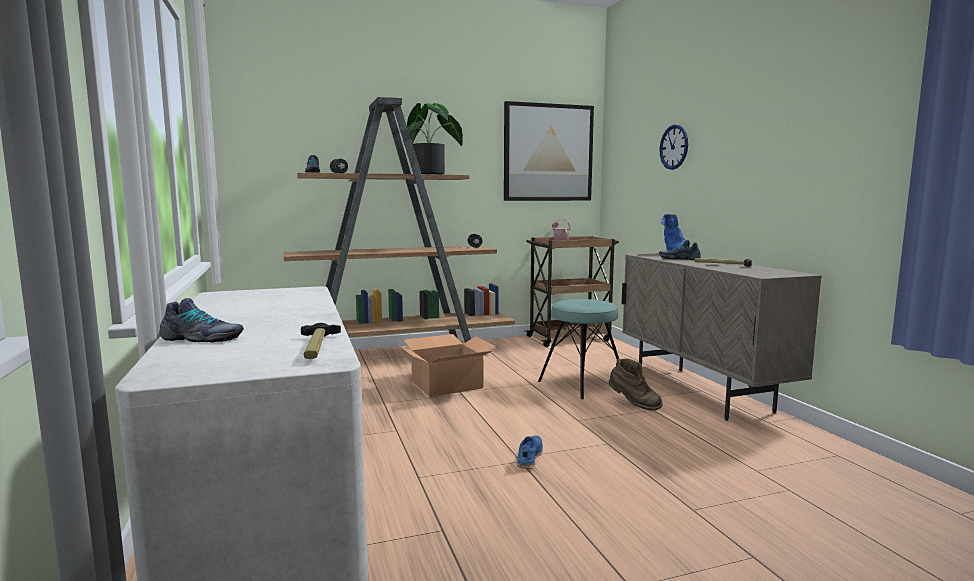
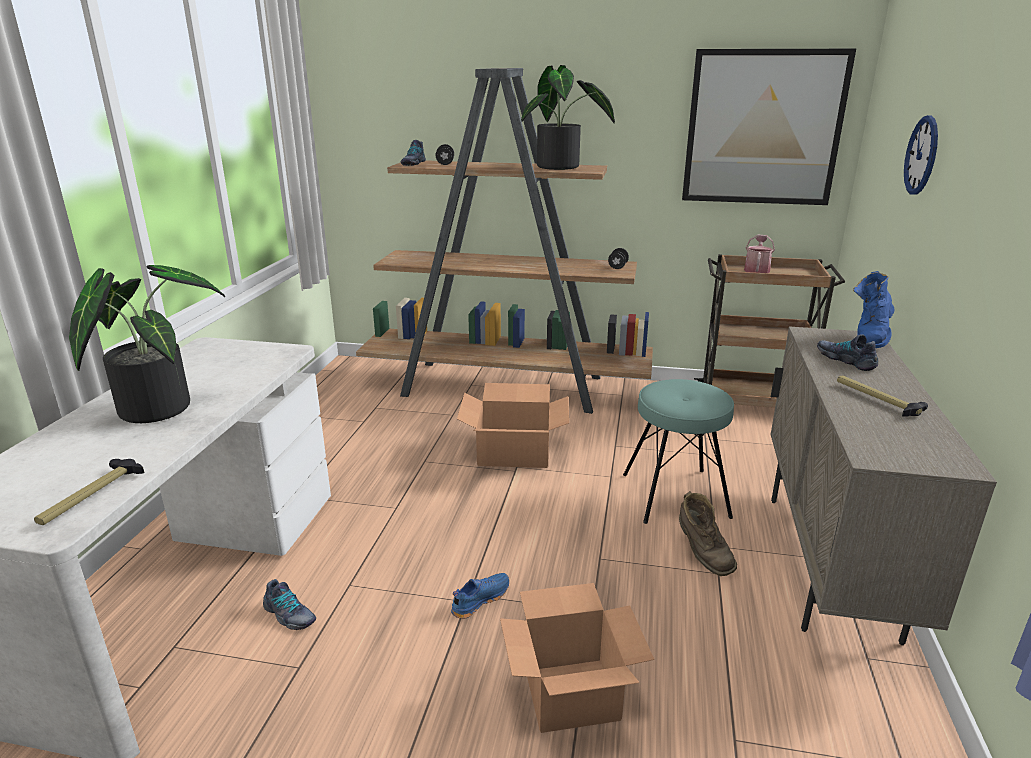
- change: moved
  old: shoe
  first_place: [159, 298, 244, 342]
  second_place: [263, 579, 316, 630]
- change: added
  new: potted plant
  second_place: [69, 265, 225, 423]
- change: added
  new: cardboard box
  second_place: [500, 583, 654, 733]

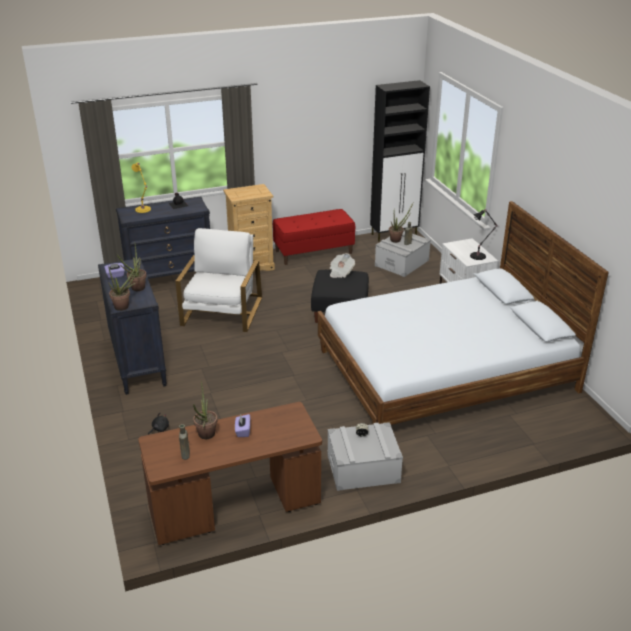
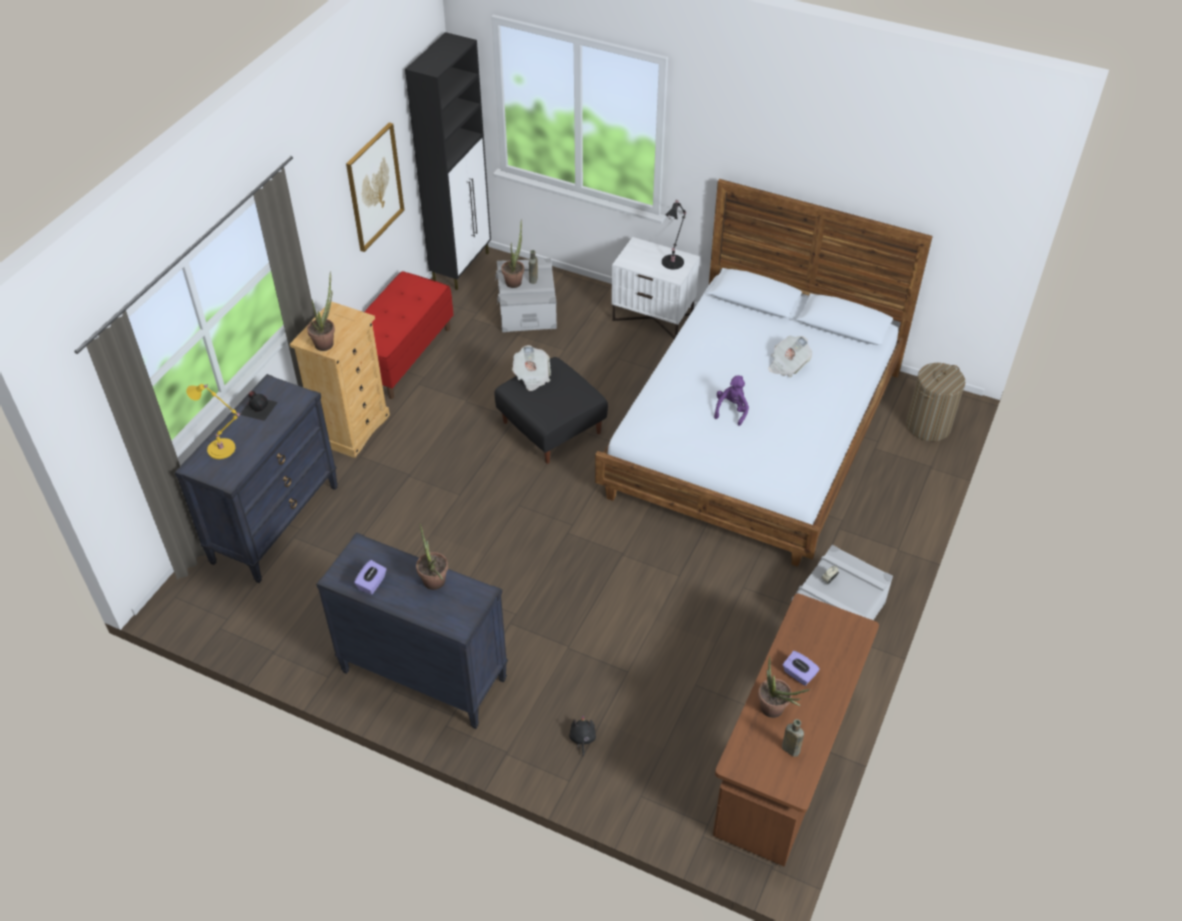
- change: removed
  old: white armchair
  first_place: [175, 228, 262, 332]
- change: moved
  old: potted plant
  first_place: [108, 257, 140, 311]
  second_place: [307, 271, 335, 351]
- change: added
  new: picture
  second_place: [346, 123, 404, 252]
- change: added
  new: newspaper
  second_place: [768, 336, 812, 377]
- change: added
  new: laundry basket
  second_place: [906, 363, 966, 441]
- change: added
  new: purple plush toy
  second_place: [714, 375, 749, 426]

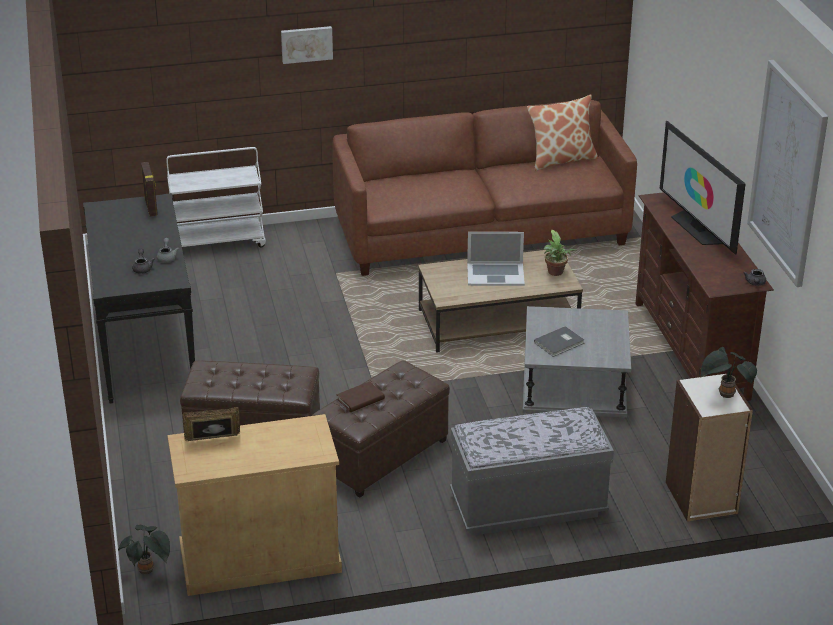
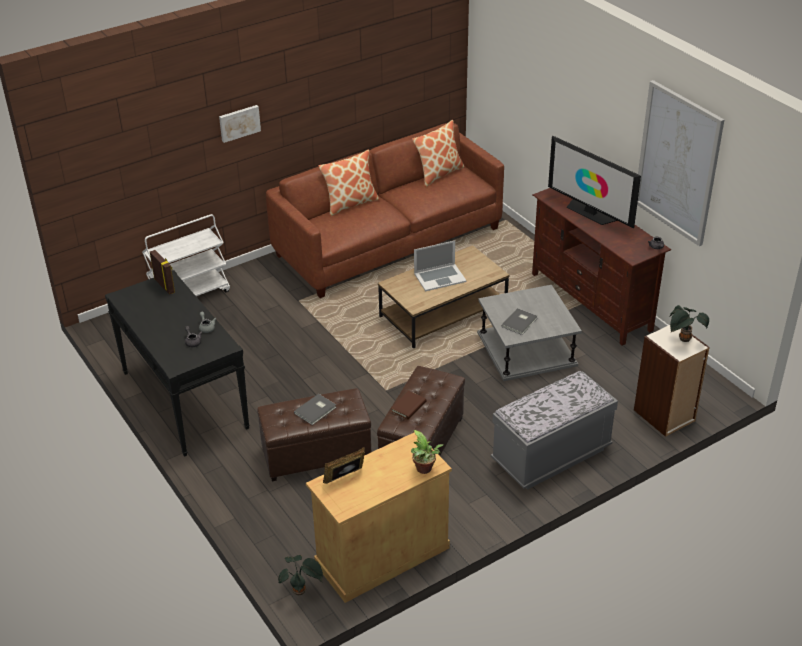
- change: moved
  old: potted plant
  first_place: [544, 230, 577, 276]
  second_place: [411, 430, 443, 474]
- change: added
  new: pillow
  second_place: [318, 149, 380, 216]
- change: added
  new: grey book
  second_place: [294, 394, 337, 425]

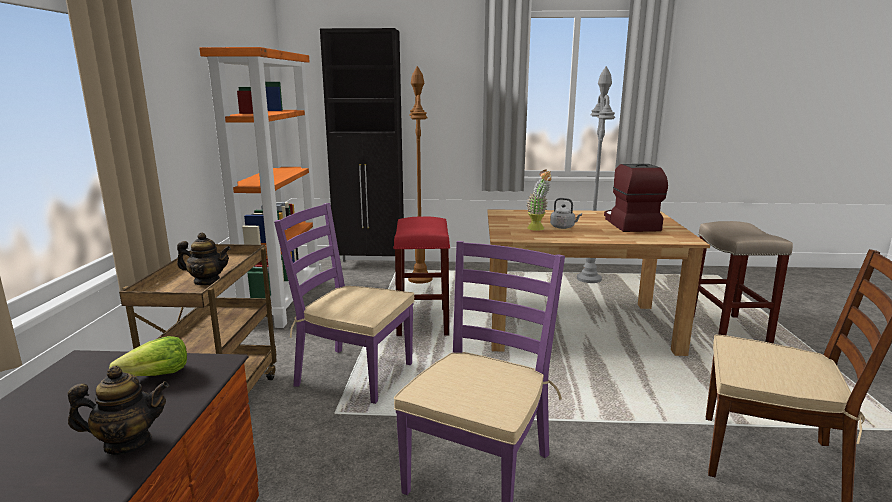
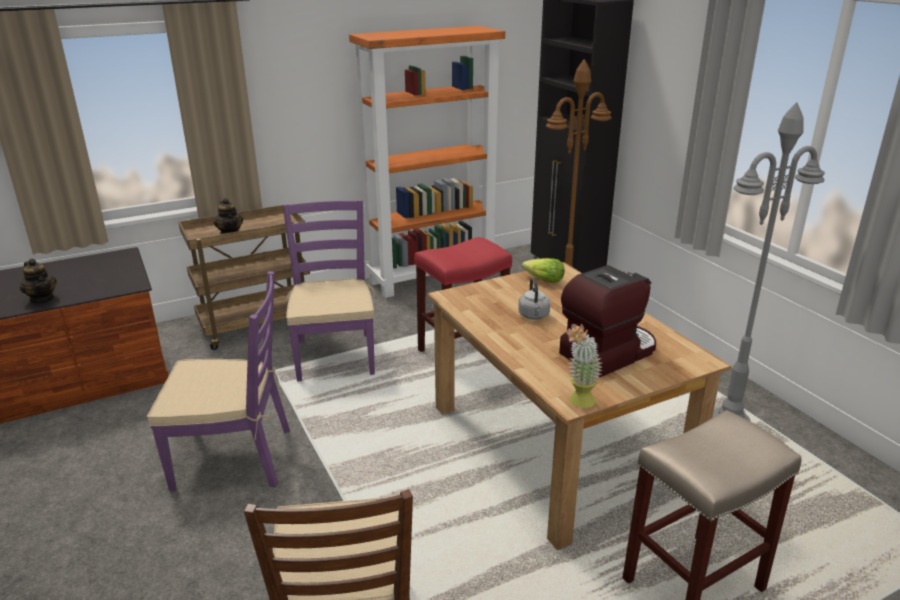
- change: moved
  old: potted plant
  first_place: [526, 170, 552, 231]
  second_place: [566, 324, 602, 408]
- change: moved
  old: lettuce
  first_place: [109, 336, 187, 376]
  second_place: [522, 258, 565, 283]

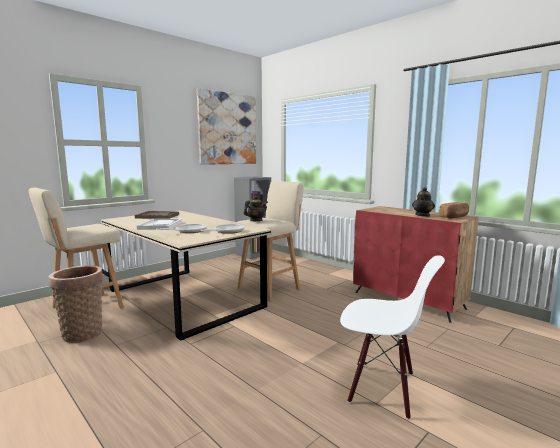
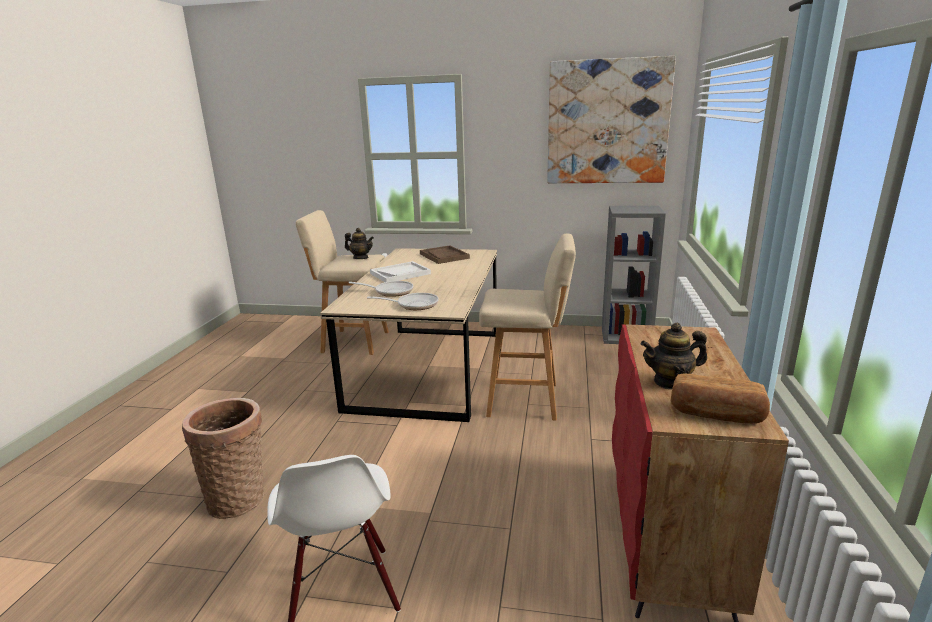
- change: moved
  old: teapot
  first_place: [244, 195, 268, 221]
  second_place: [345, 228, 374, 259]
- change: moved
  old: basket
  first_place: [49, 265, 103, 343]
  second_place: [182, 398, 264, 519]

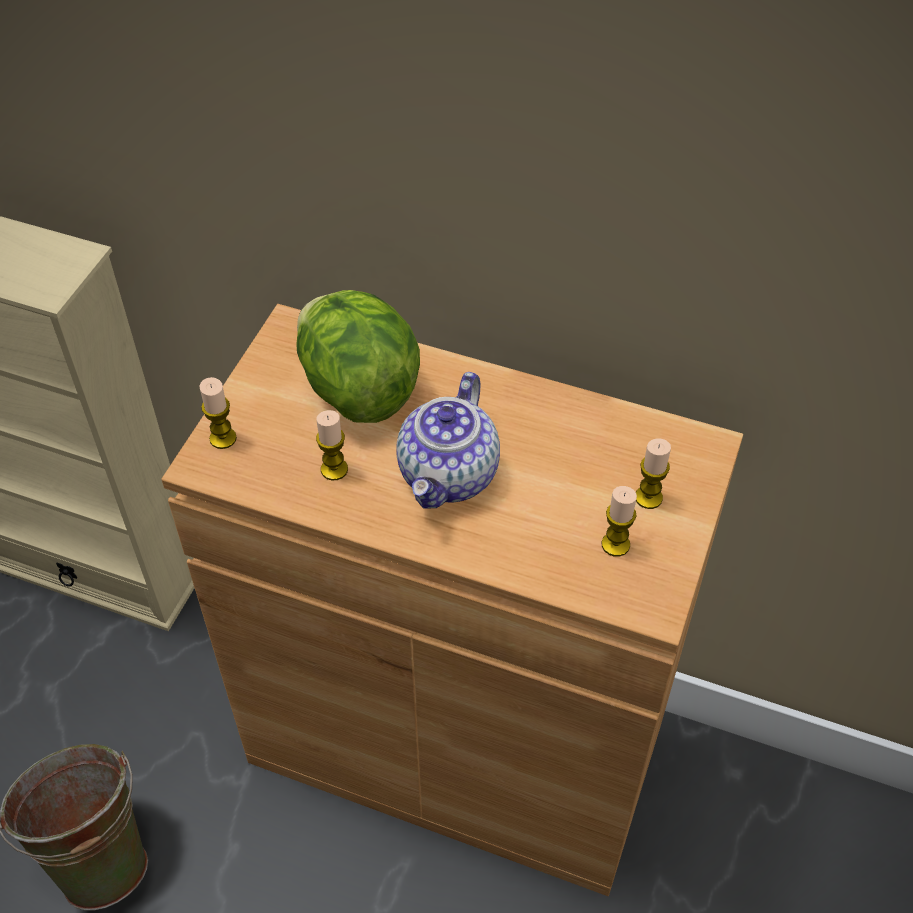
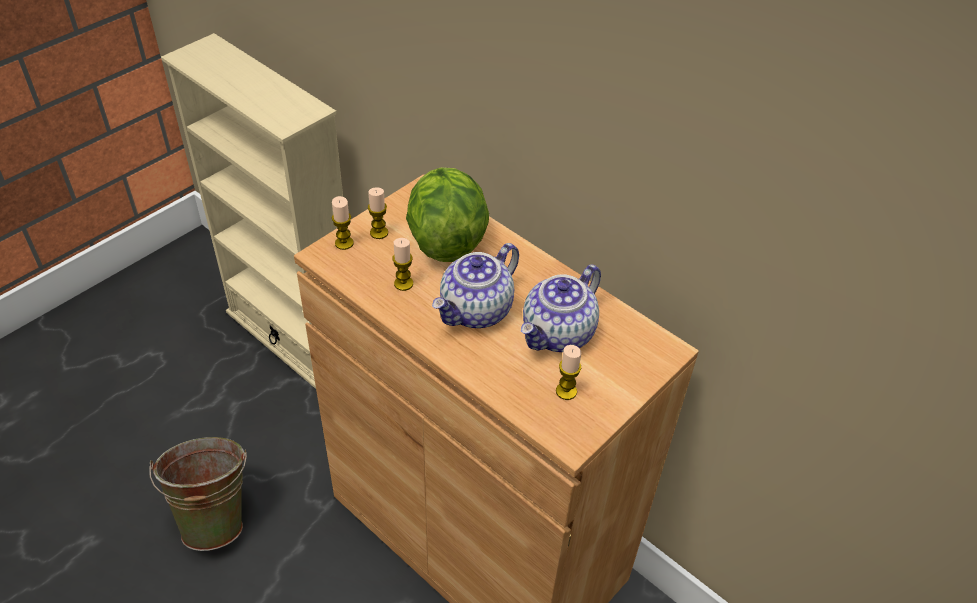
- change: moved
  old: candle
  first_place: [636, 438, 671, 509]
  second_place: [368, 187, 388, 239]
- change: added
  new: teapot
  second_place: [521, 264, 601, 352]

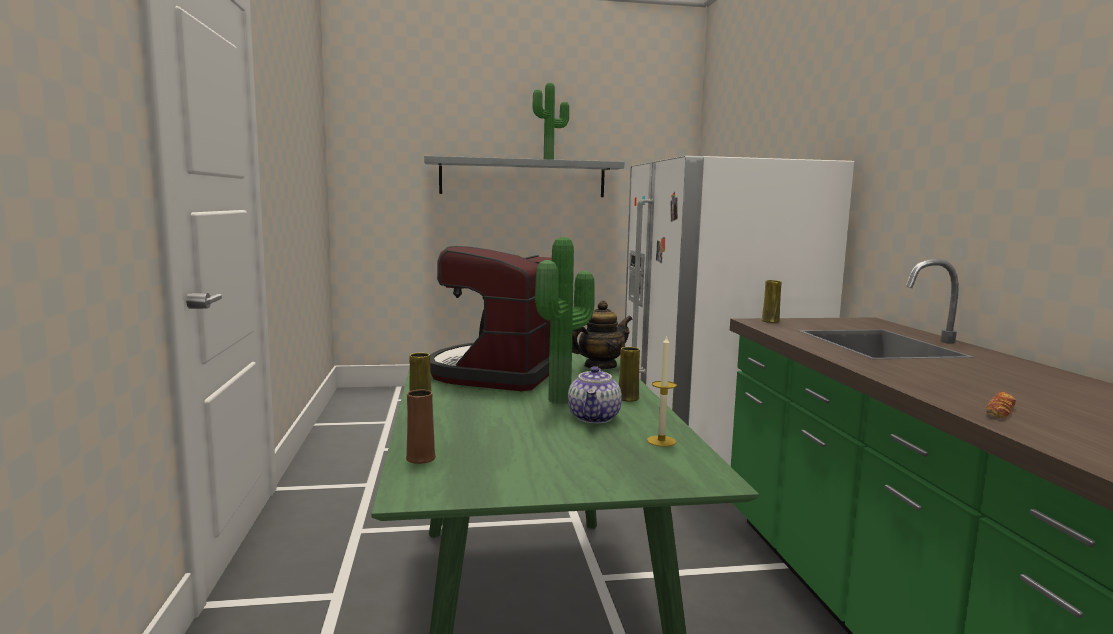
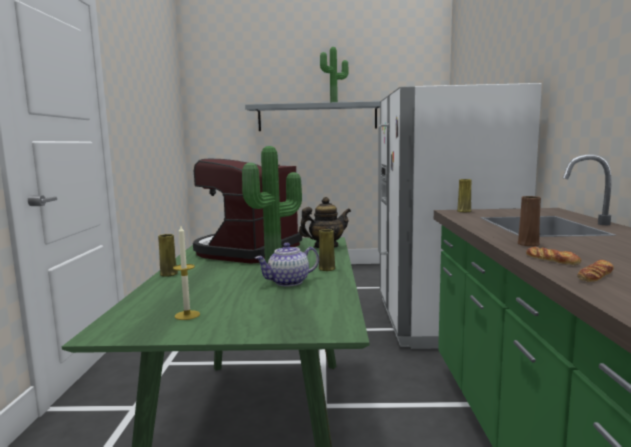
- change: moved
  old: candle
  first_place: [647, 336, 677, 447]
  second_place: [173, 226, 200, 320]
- change: turned
  old: teapot
  first_place: [568, 366, 622, 423]
  second_place: [255, 243, 319, 286]
  degrees: 45
- change: moved
  old: brown vase
  first_place: [406, 390, 436, 464]
  second_place: [517, 196, 541, 246]
- change: added
  new: bread
  second_place: [526, 247, 581, 265]

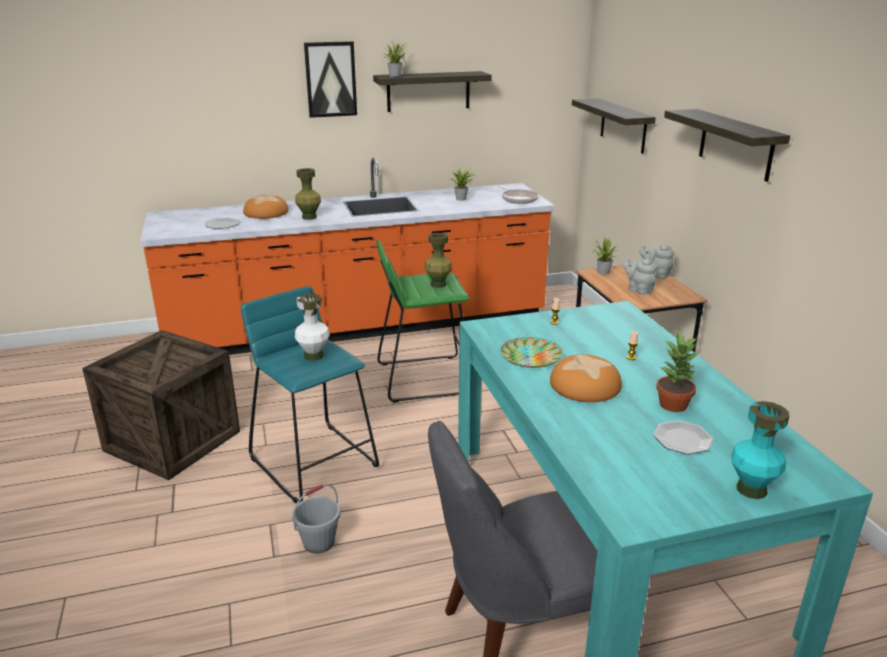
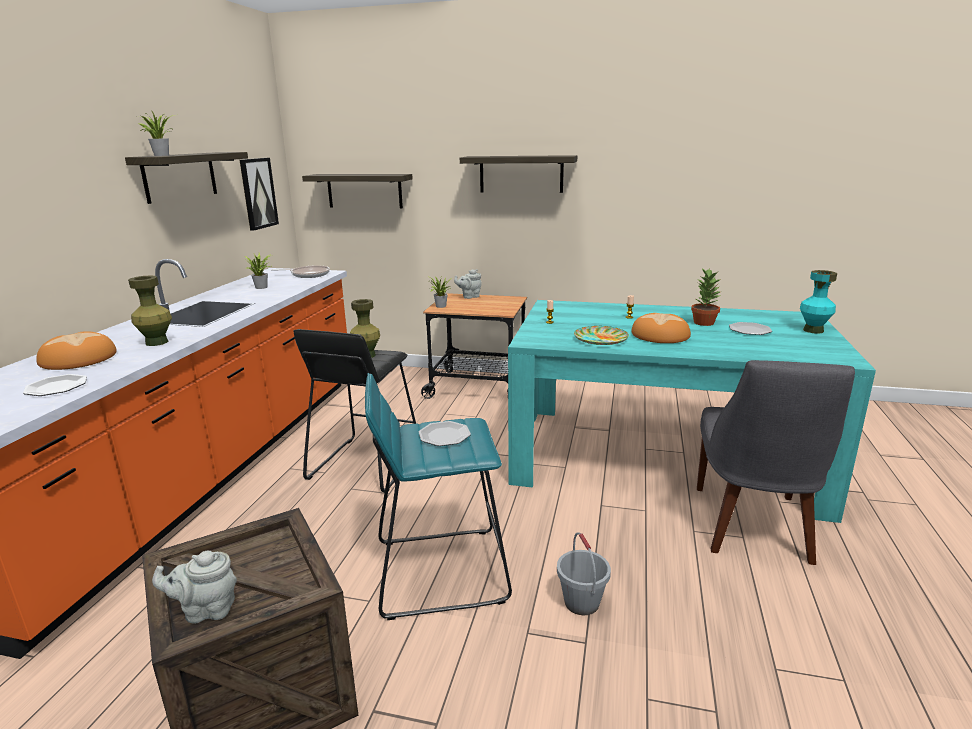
- change: moved
  old: picture
  first_place: [304, 41, 357, 118]
  second_place: [240, 158, 279, 231]
- change: recoloured
  old: green stool
  new: black stool
  first_place: [377, 240, 469, 403]
  second_place: [293, 329, 416, 493]
- change: moved
  old: grey teapot
  first_place: [623, 258, 657, 295]
  second_place: [152, 551, 237, 624]
- change: replaced
  old: white vase
  new: plate
  first_place: [295, 294, 330, 361]
  second_place: [419, 421, 471, 446]

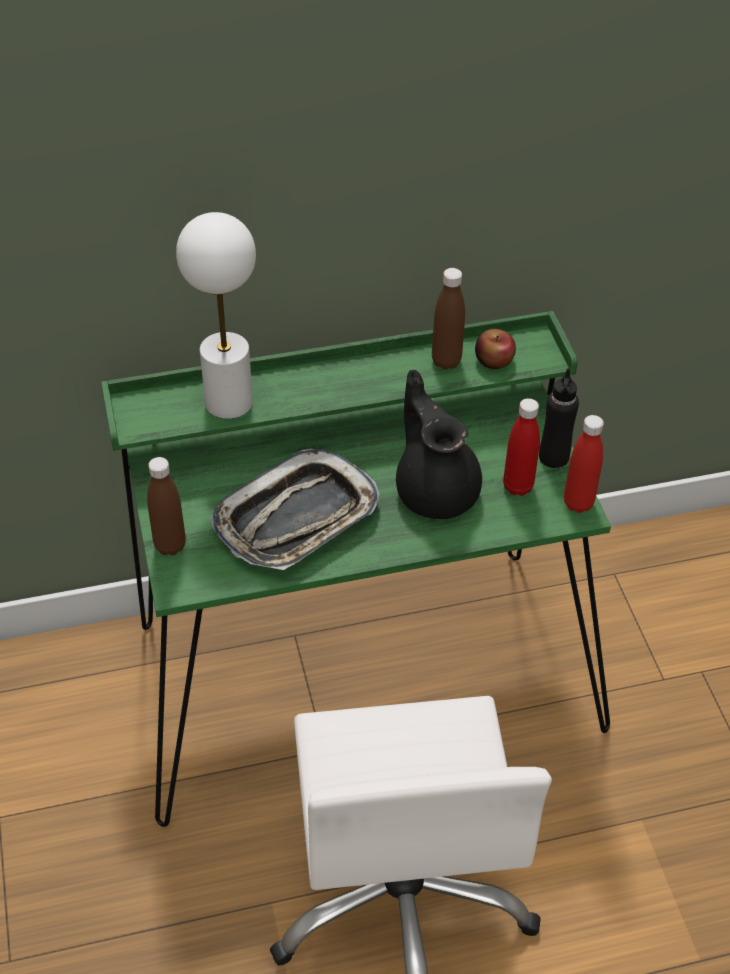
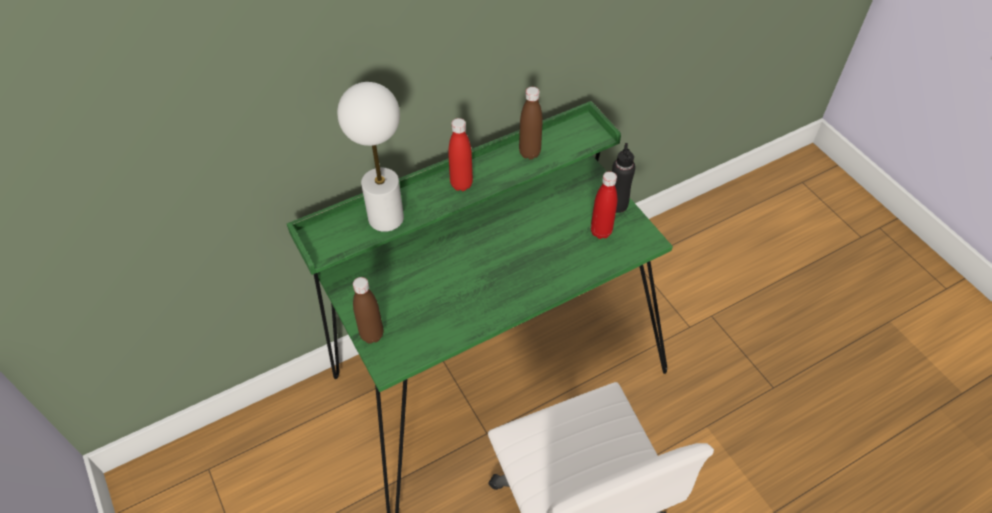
- change: removed
  old: apple
  first_place: [475, 329, 516, 369]
- change: removed
  old: black teapot
  first_place: [396, 370, 482, 519]
- change: moved
  old: red bottle
  first_place: [564, 415, 604, 513]
  second_place: [448, 118, 473, 191]
- change: removed
  old: tray
  first_place: [211, 449, 380, 570]

